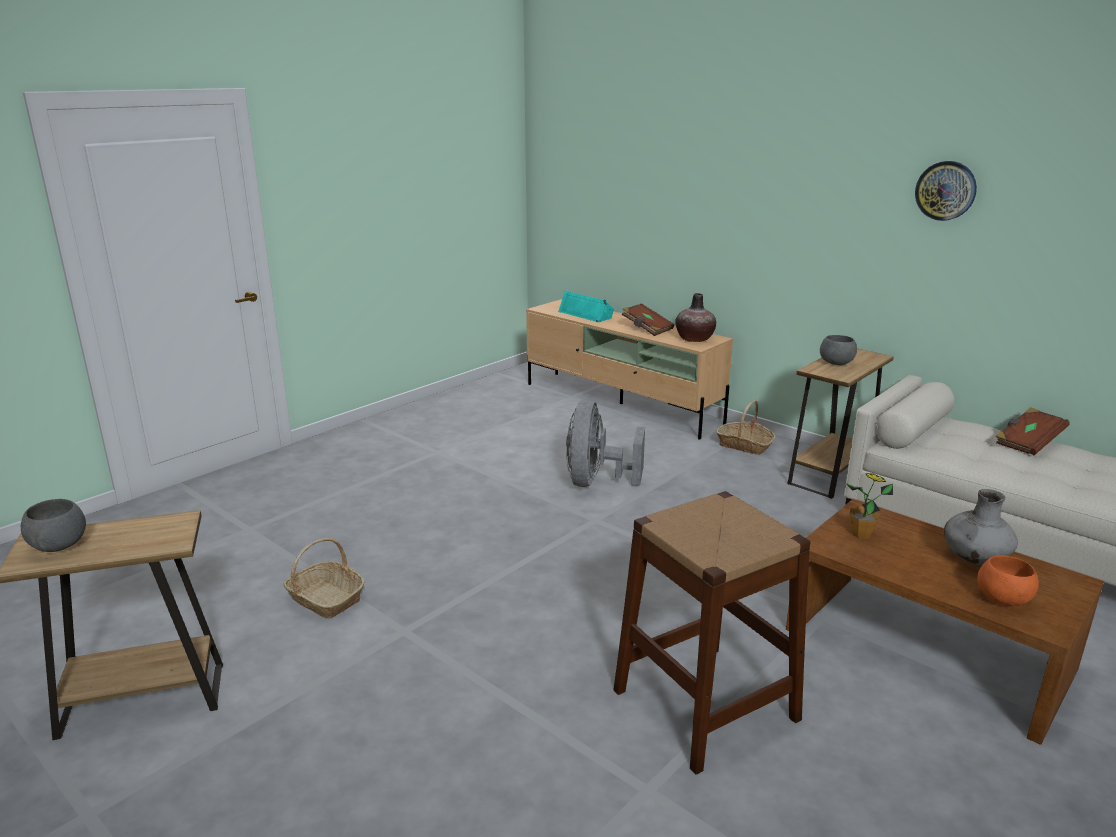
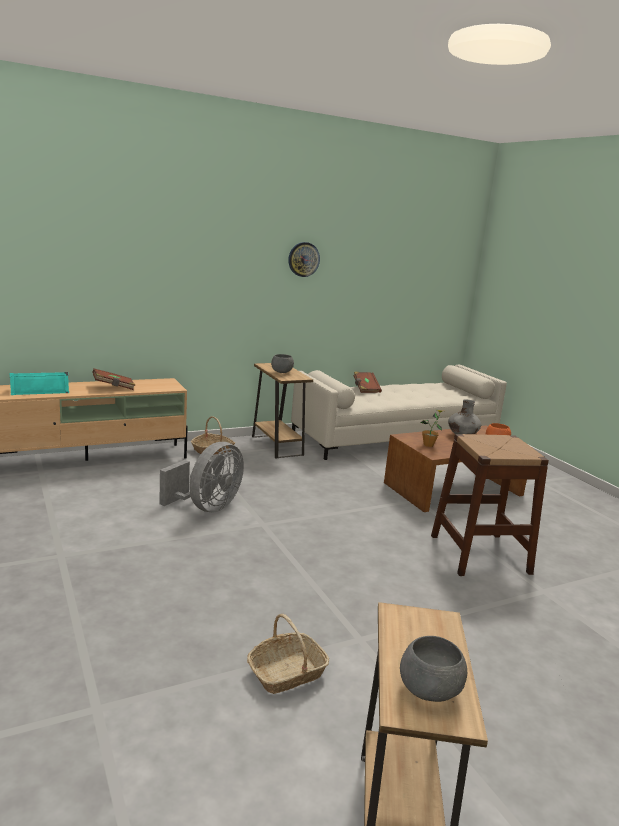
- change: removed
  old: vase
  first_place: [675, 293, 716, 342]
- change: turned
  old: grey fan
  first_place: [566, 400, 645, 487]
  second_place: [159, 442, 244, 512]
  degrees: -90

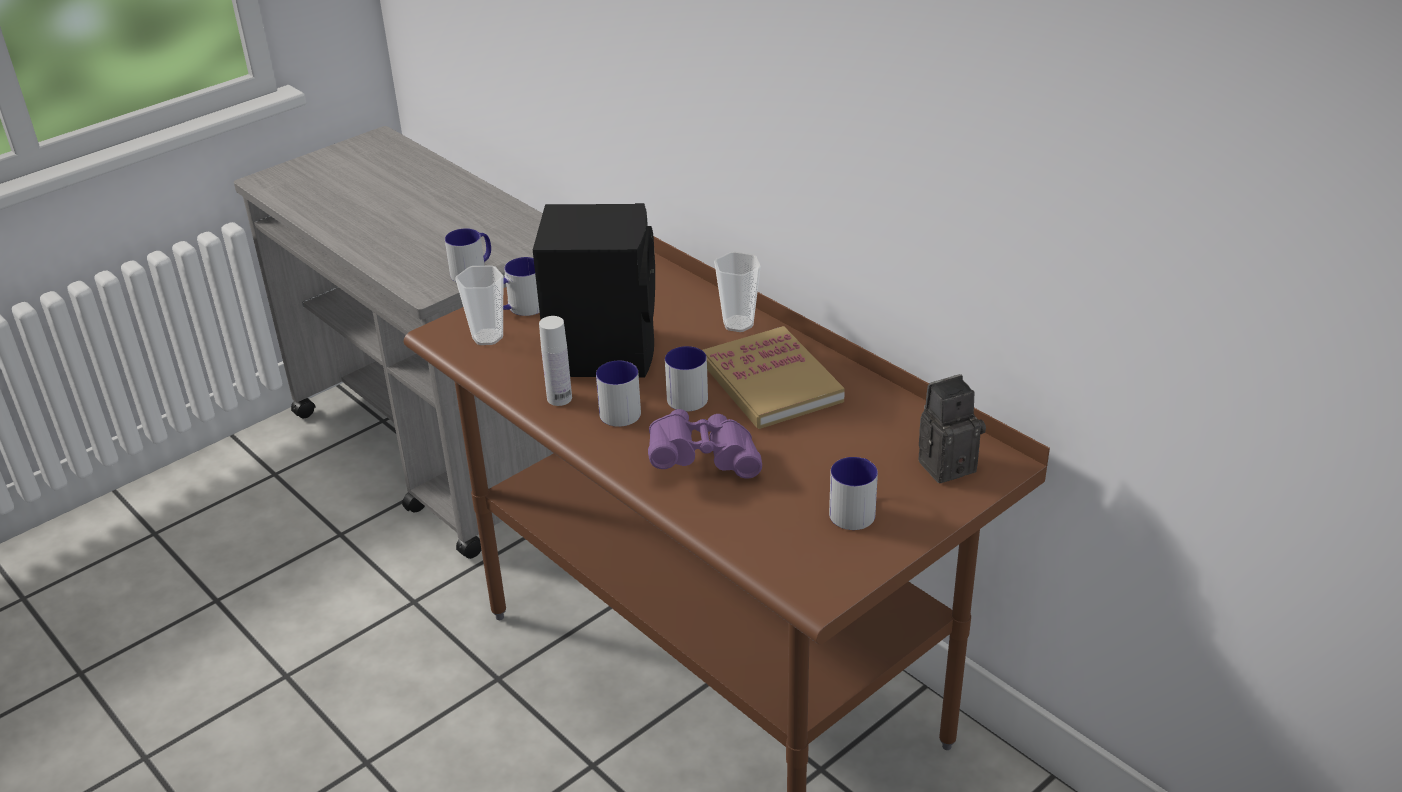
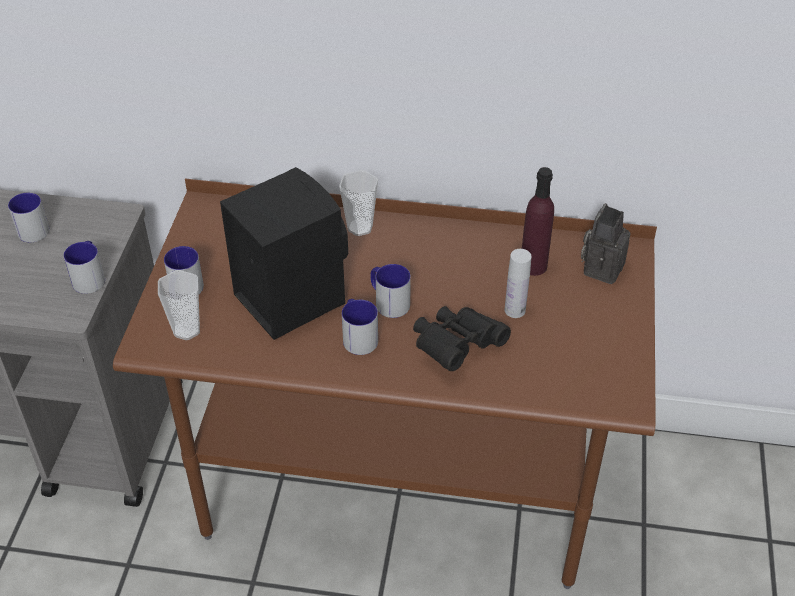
- change: moved
  old: white bottle
  first_place: [539, 316, 572, 406]
  second_place: [505, 249, 532, 318]
- change: removed
  old: book
  first_place: [702, 326, 845, 429]
- change: recoloured
  old: purple binoculars
  new: black binoculars
  first_place: [648, 409, 762, 478]
  second_place: [413, 306, 511, 371]
- change: moved
  old: mug
  first_place: [829, 457, 878, 530]
  second_place: [8, 193, 49, 242]
- change: added
  new: purple bottle
  second_place: [522, 167, 554, 276]

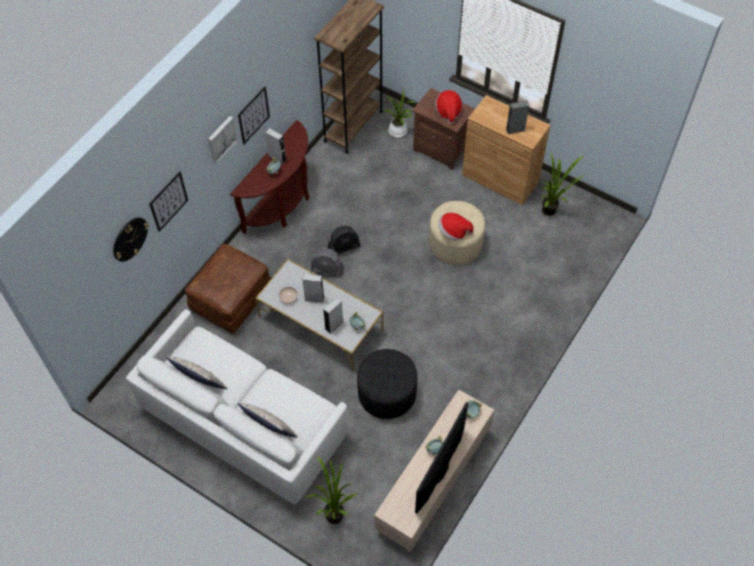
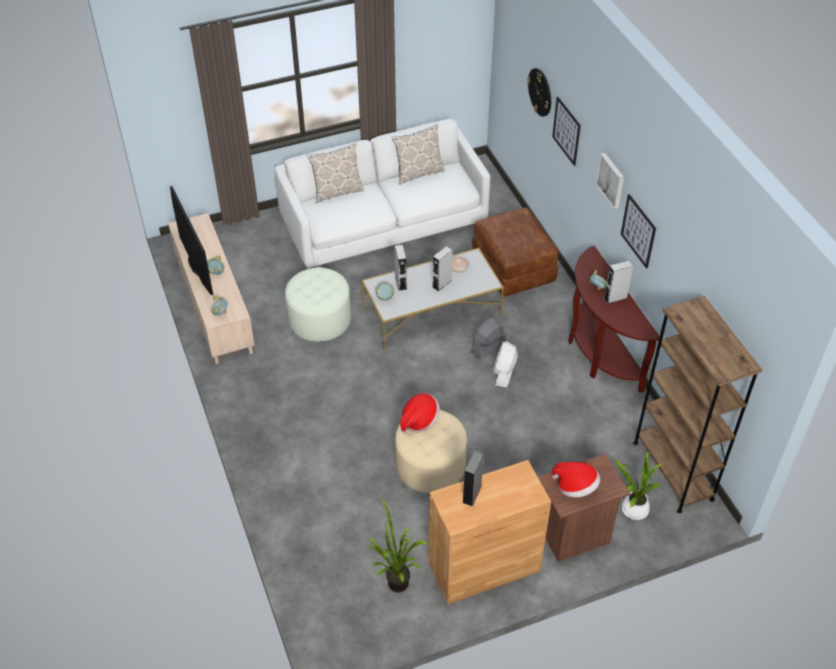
- change: recoloured
  old: black fan
  new: white fan
  first_place: [328, 225, 360, 254]
  second_place: [493, 341, 518, 387]
- change: recoloured
  old: black ottoman
  new: white ottoman
  first_place: [357, 349, 417, 419]
  second_place: [285, 267, 351, 342]
- change: removed
  old: potted plant
  first_place: [304, 456, 358, 524]

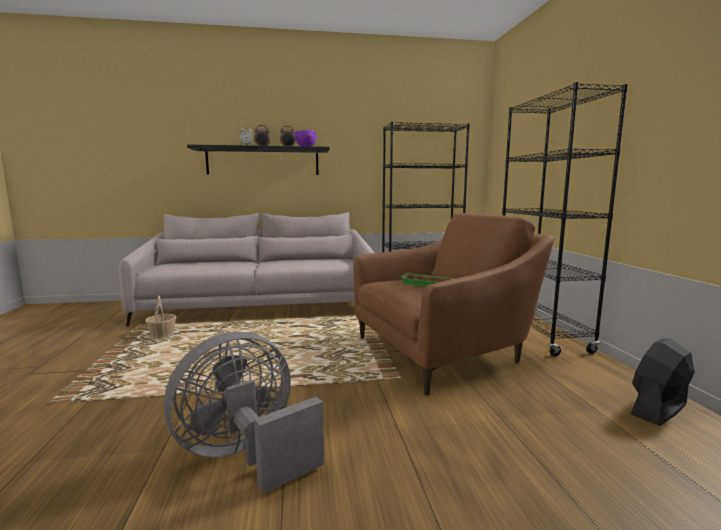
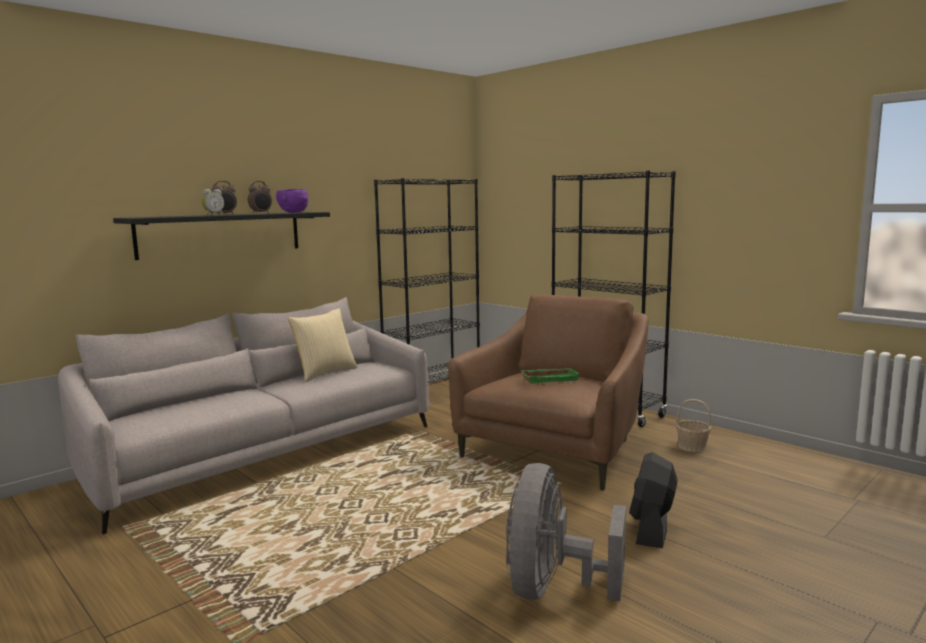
- change: moved
  old: basket
  first_place: [145, 296, 176, 339]
  second_place: [676, 399, 711, 452]
- change: moved
  old: black fan
  first_place: [631, 338, 695, 426]
  second_place: [629, 452, 678, 548]
- change: added
  new: pillow
  second_place: [288, 308, 357, 382]

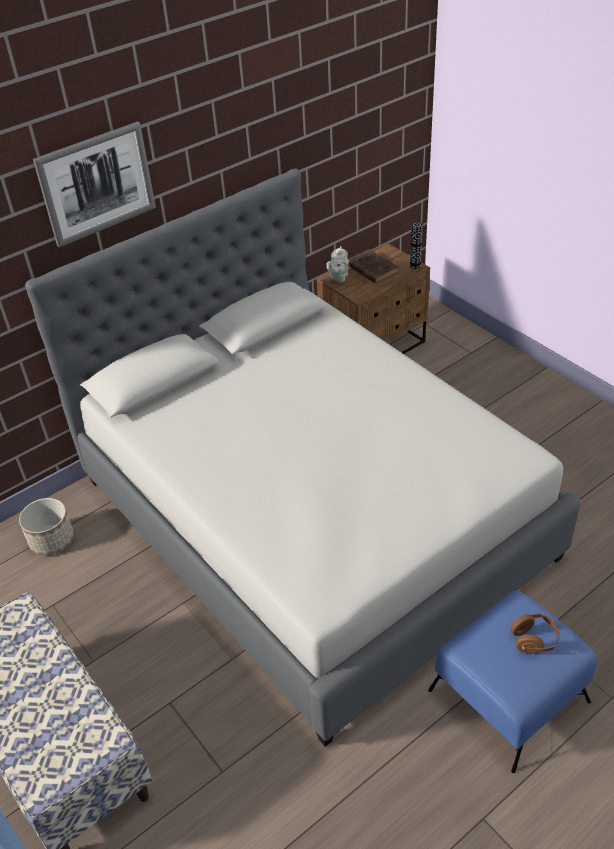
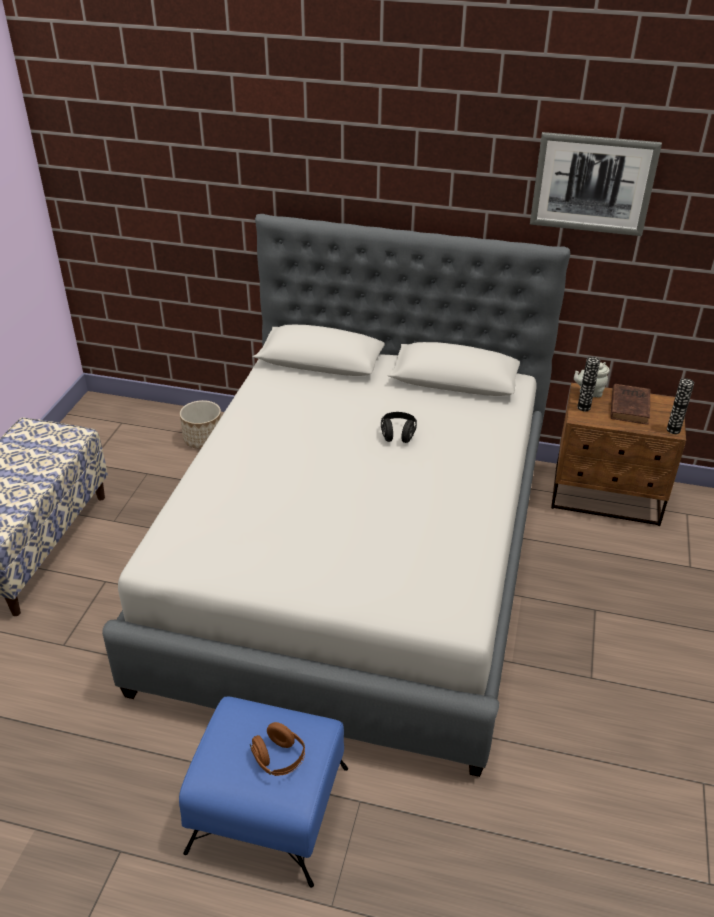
- change: moved
  old: picture
  first_place: [33, 121, 156, 248]
  second_place: [530, 132, 662, 236]
- change: added
  new: vase
  second_place: [577, 357, 600, 411]
- change: added
  new: black headphones
  second_place: [381, 412, 417, 443]

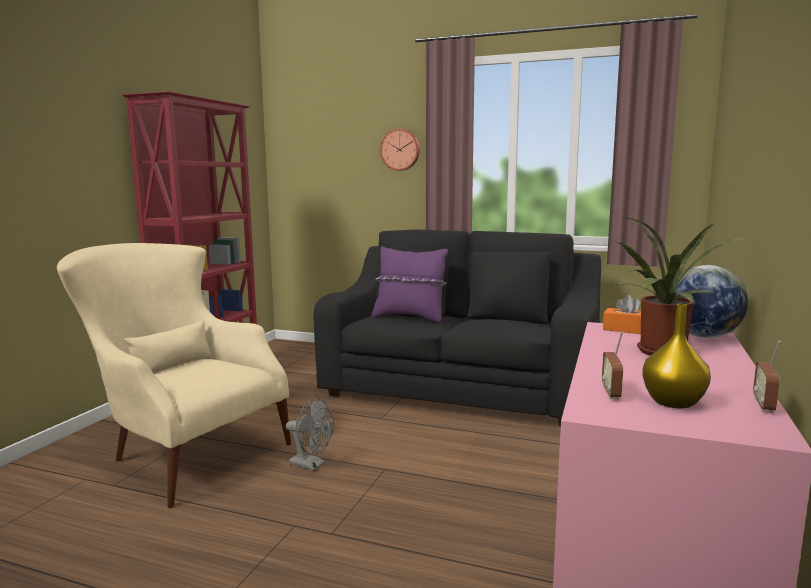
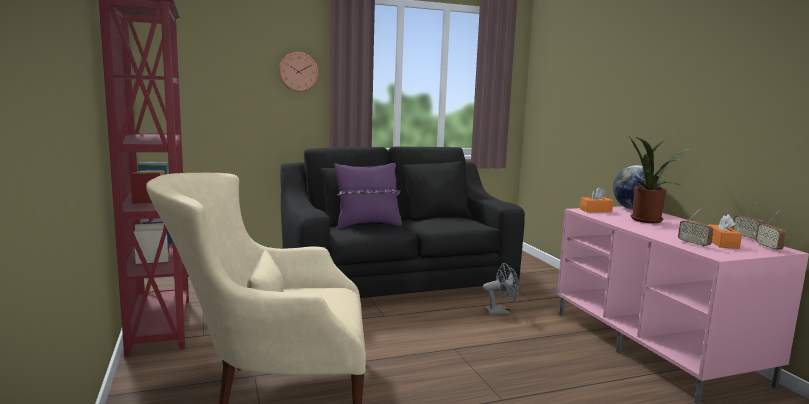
- change: replaced
  old: yellow vase
  new: orange tissue box
  first_place: [642, 304, 711, 408]
  second_place: [708, 215, 742, 249]
- change: moved
  old: grey fan
  first_place: [286, 398, 334, 471]
  second_place: [483, 263, 520, 315]
- change: added
  new: radio
  second_place: [756, 211, 786, 251]

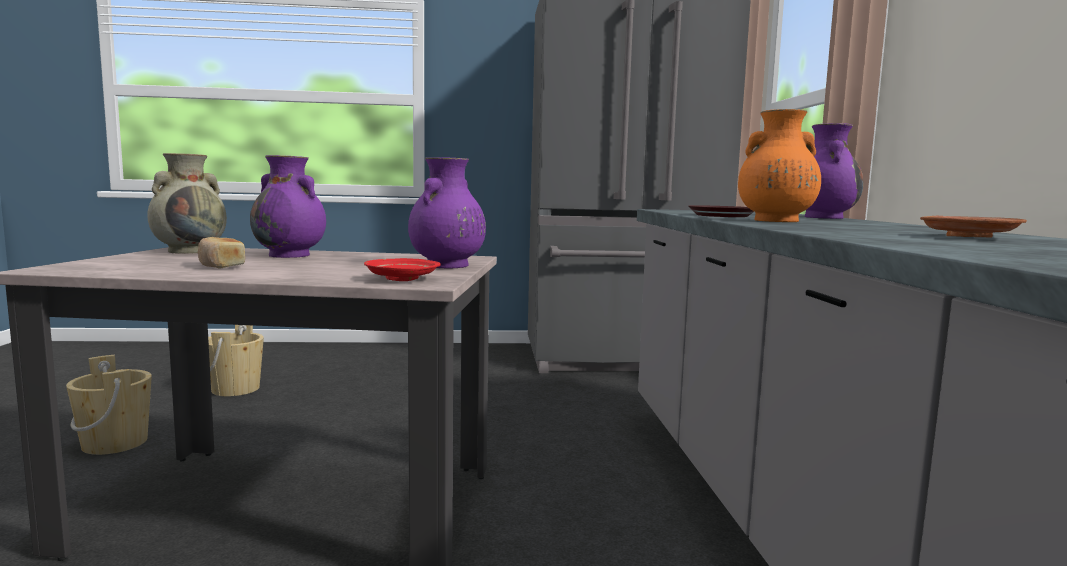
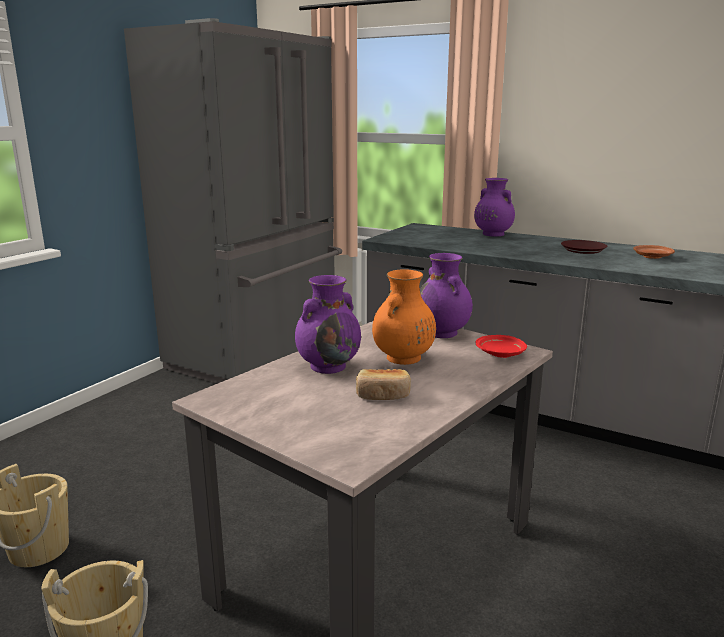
- change: moved
  old: orange vase
  first_place: [738, 109, 821, 222]
  second_place: [372, 269, 436, 365]
- change: removed
  old: beige vase
  first_place: [147, 153, 227, 254]
- change: moved
  old: brown plate
  first_place: [689, 205, 754, 217]
  second_place: [561, 240, 607, 254]

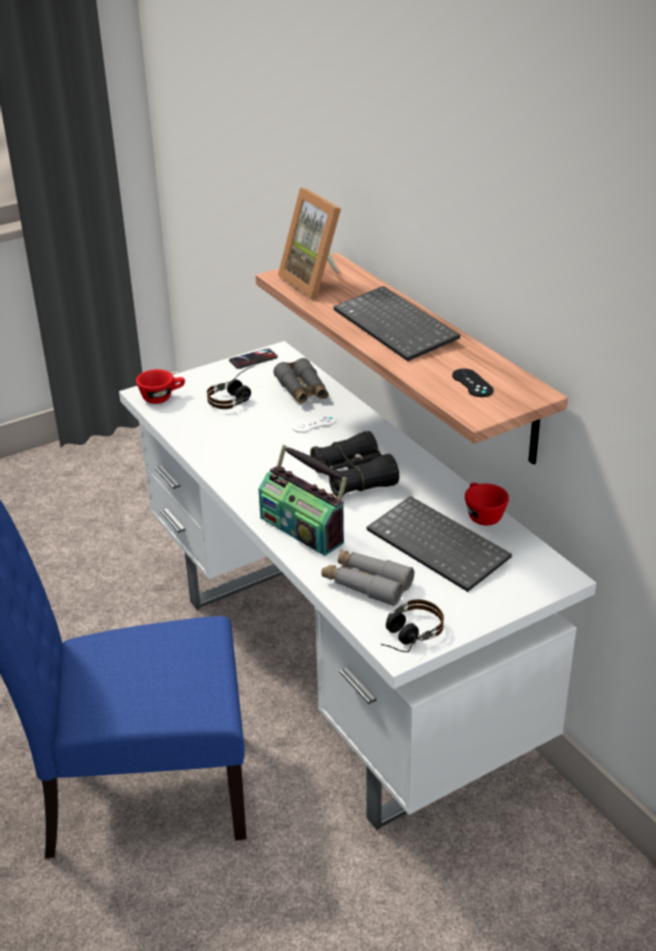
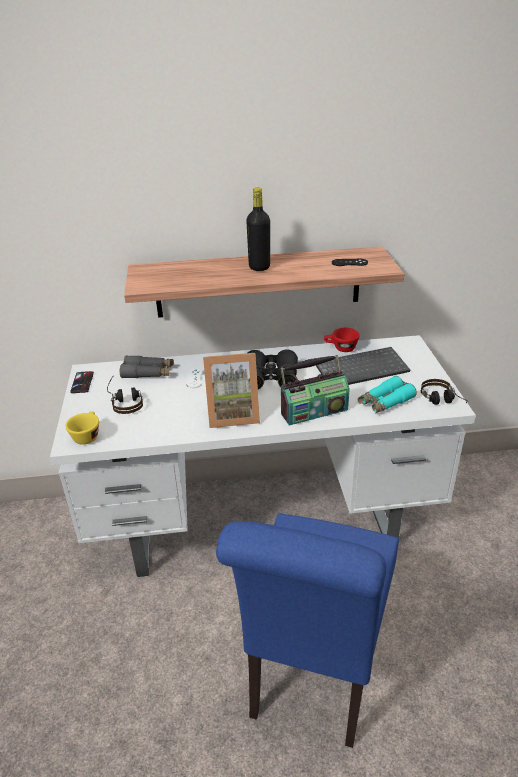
- change: moved
  old: picture frame
  first_place: [278, 188, 341, 299]
  second_place: [203, 353, 260, 428]
- change: replaced
  old: keyboard
  new: black bottle
  first_place: [333, 286, 460, 361]
  second_place: [246, 188, 270, 271]
- change: recoloured
  old: red cup
  new: yellow cup
  first_place: [136, 369, 185, 404]
  second_place: [65, 411, 99, 445]
- change: recoloured
  old: grey binoculars
  new: turquoise binoculars
  first_place: [321, 549, 414, 606]
  second_place: [358, 376, 417, 414]

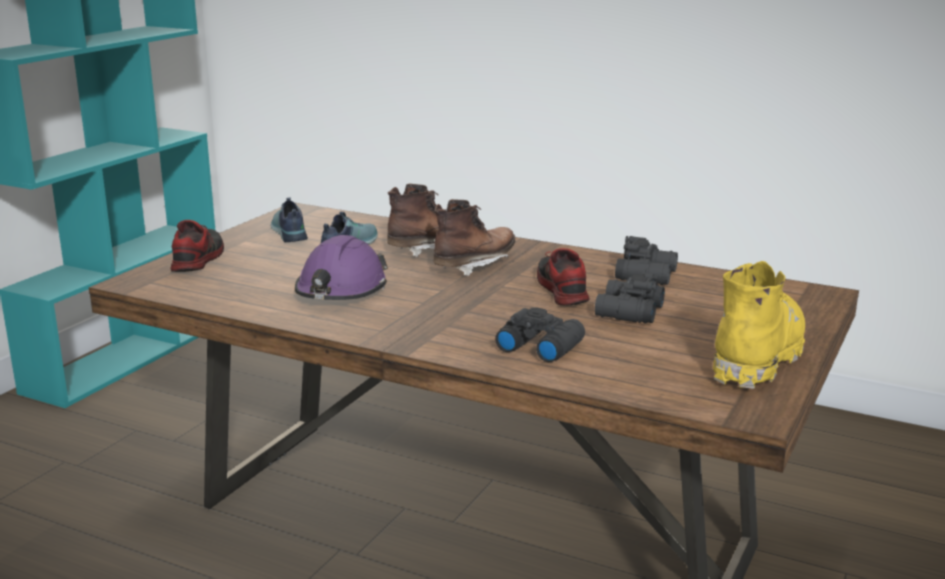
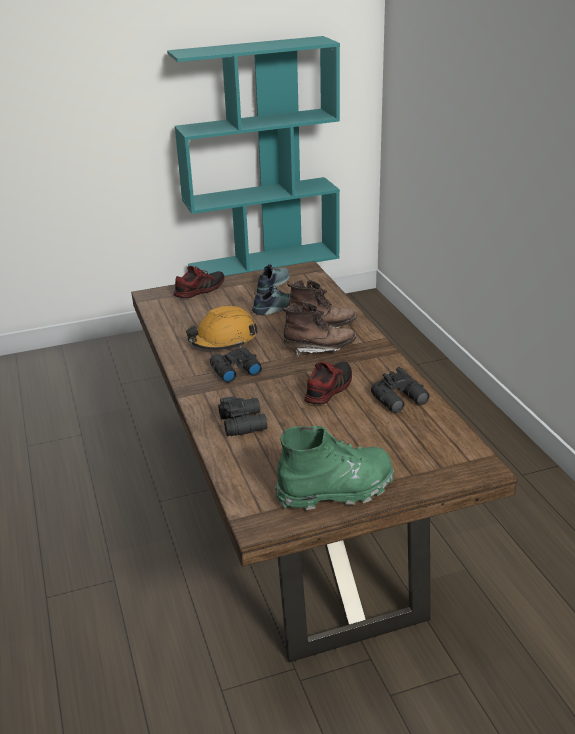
- change: recoloured
  old: purple hard hat
  new: orange hard hat
  first_place: [295, 235, 388, 300]
  second_place: [186, 306, 258, 350]
- change: recoloured
  old: yellow boot
  new: green boot
  first_place: [713, 261, 805, 389]
  second_place: [275, 426, 394, 510]
- change: moved
  old: black binoculars
  first_place: [595, 272, 665, 323]
  second_place: [210, 347, 262, 383]

